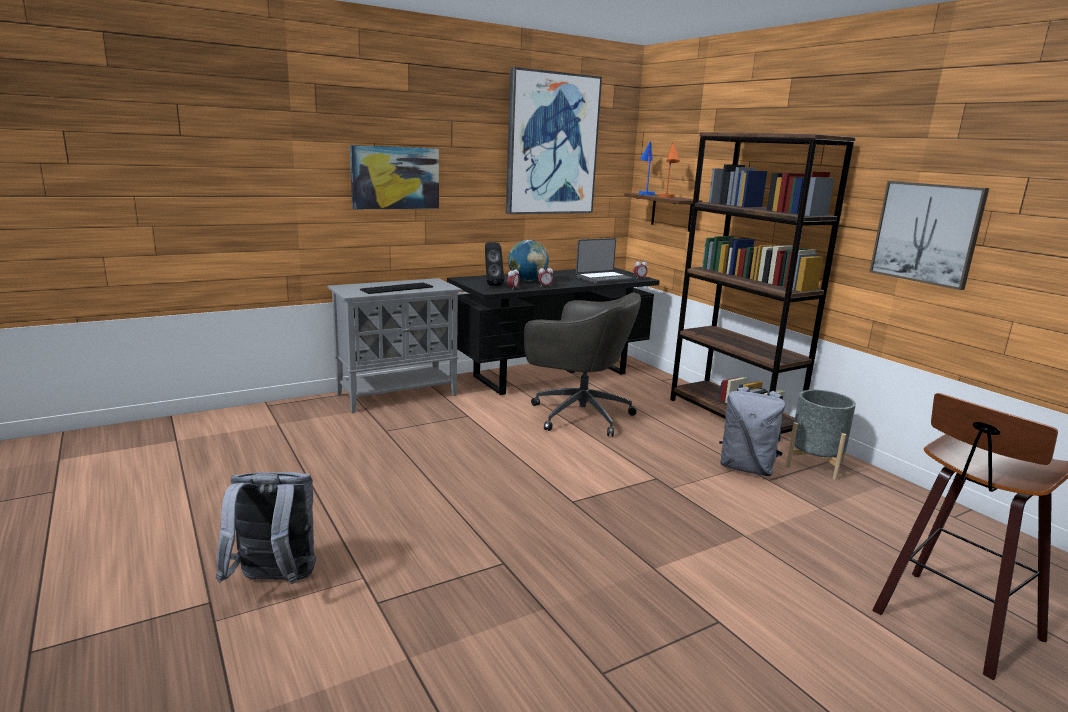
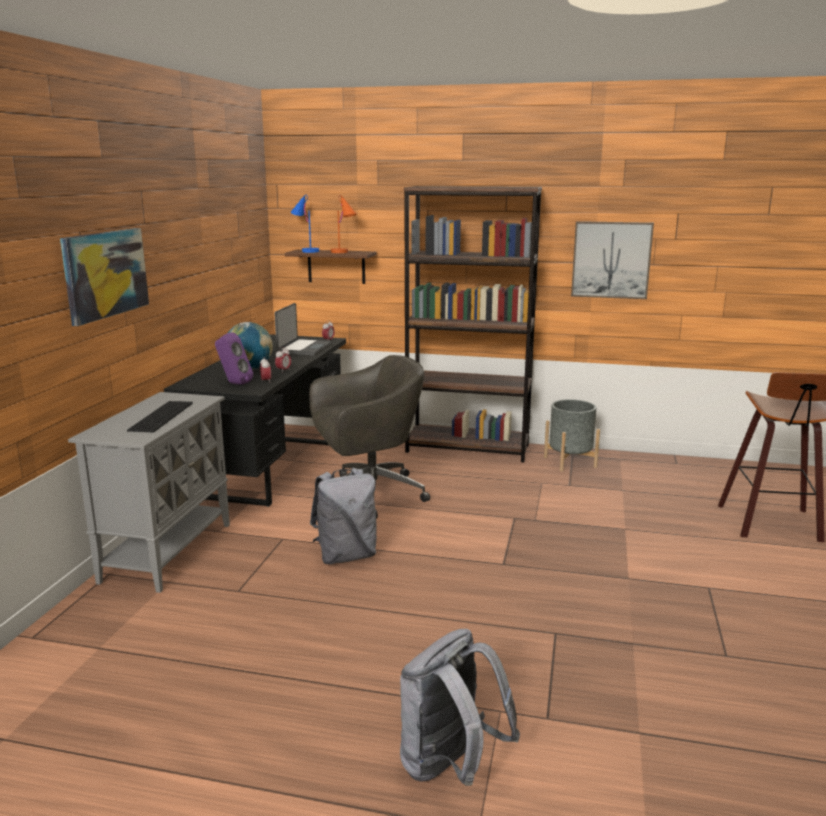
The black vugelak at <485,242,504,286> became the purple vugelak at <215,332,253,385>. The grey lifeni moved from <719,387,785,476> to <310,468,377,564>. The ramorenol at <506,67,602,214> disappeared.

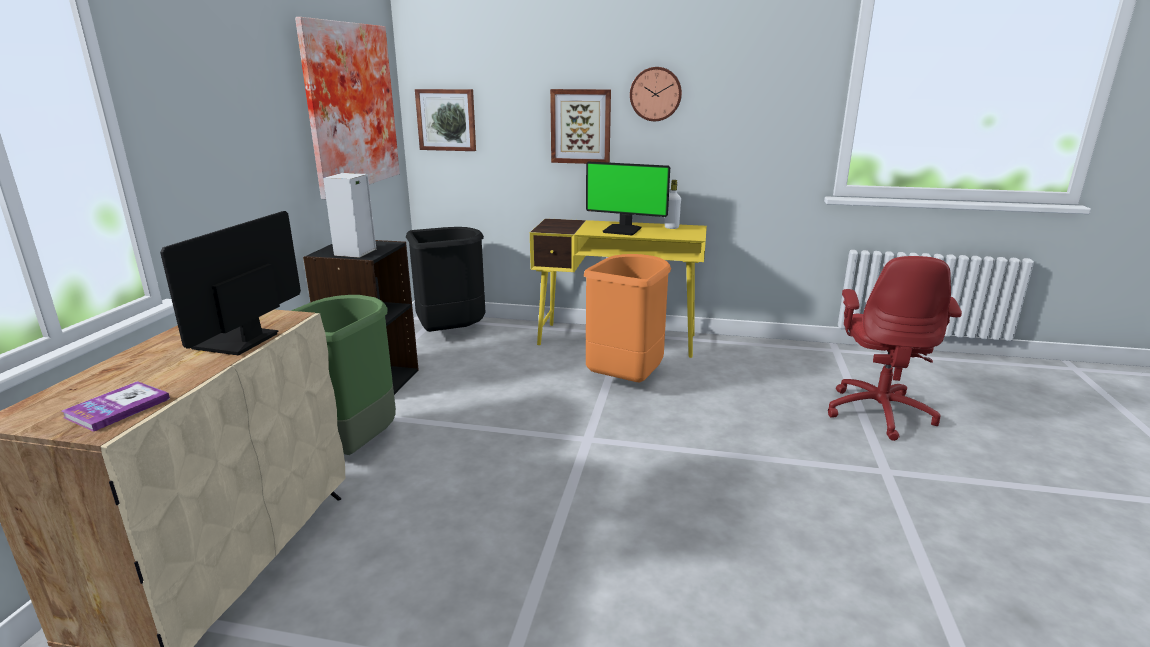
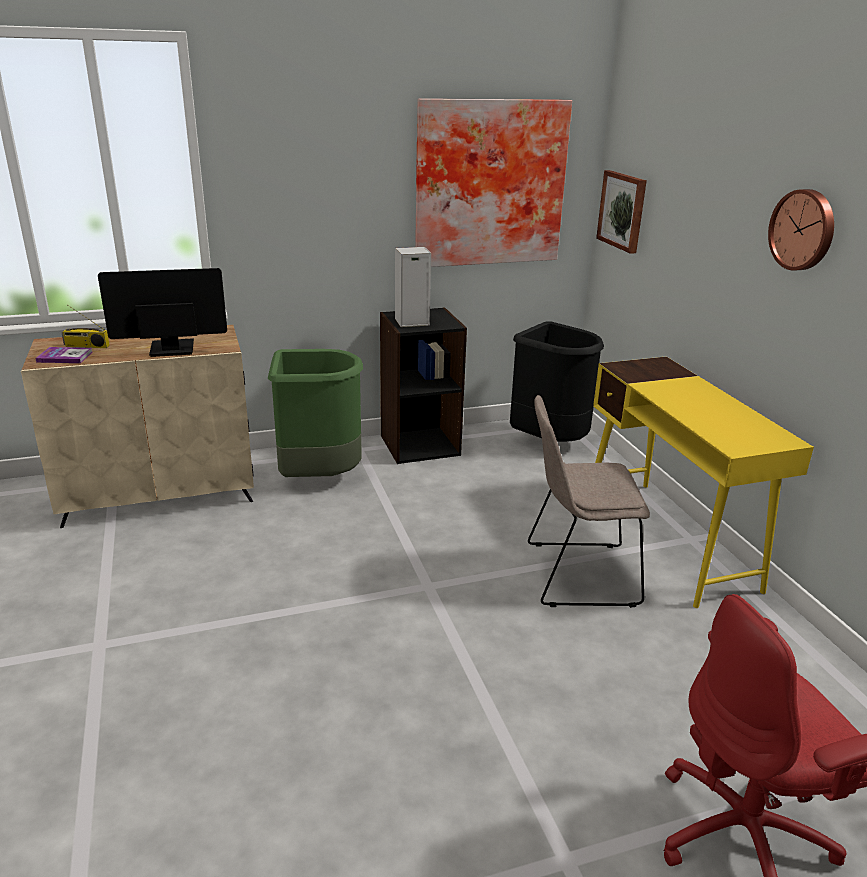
The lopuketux at <62,305,110,348> appeared. The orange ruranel at <584,254,671,383> was replaced by the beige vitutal at <528,395,650,608>. The ramorenol at <550,89,611,164> disappeared. The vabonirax at <586,162,670,236> disappeared. The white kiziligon at <665,180,681,229> disappeared.

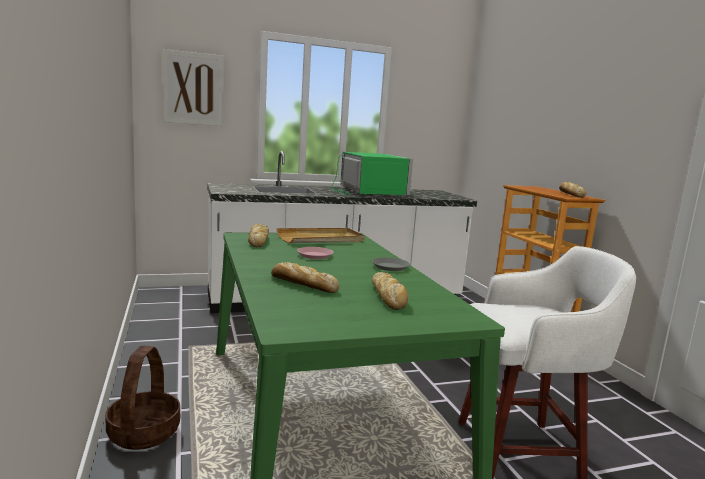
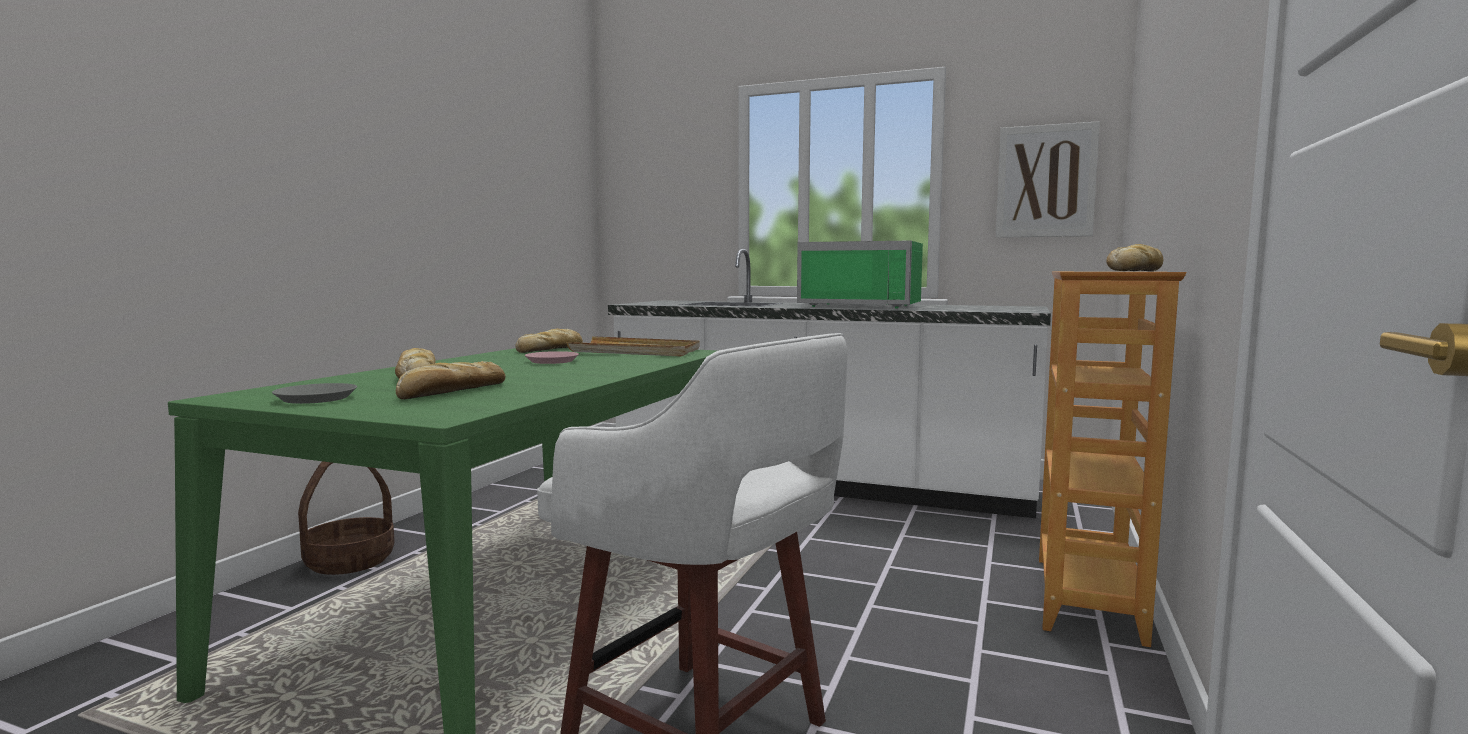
The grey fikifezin moved from <372,257,410,271> to <272,383,357,404>. The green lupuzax at <331,152,413,196> turned 90 degrees clockwise. The ramorenol moved from <163,49,224,126> to <996,121,1100,238>.

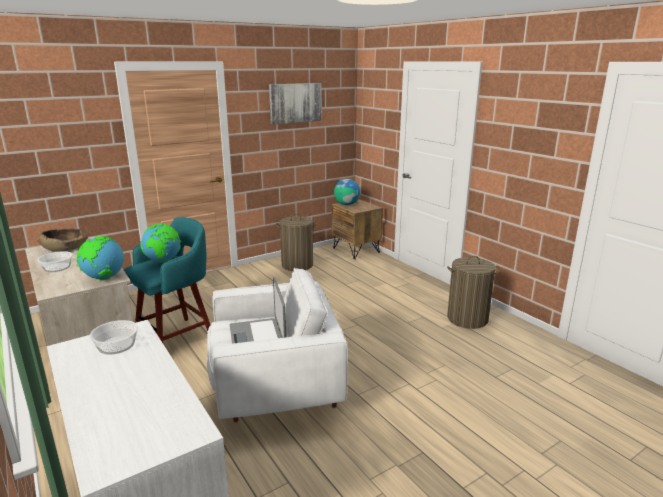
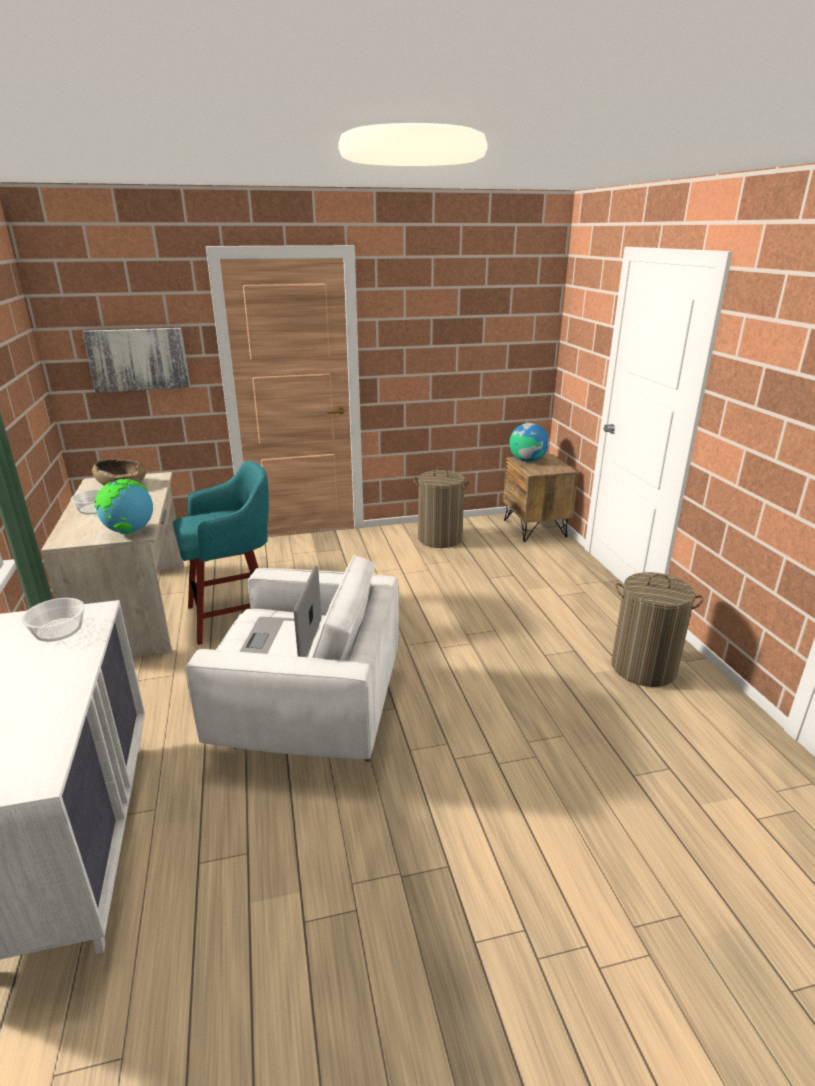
The ramorenol moved from <269,83,322,124> to <83,328,190,392>. The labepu at <140,224,181,263> disappeared.

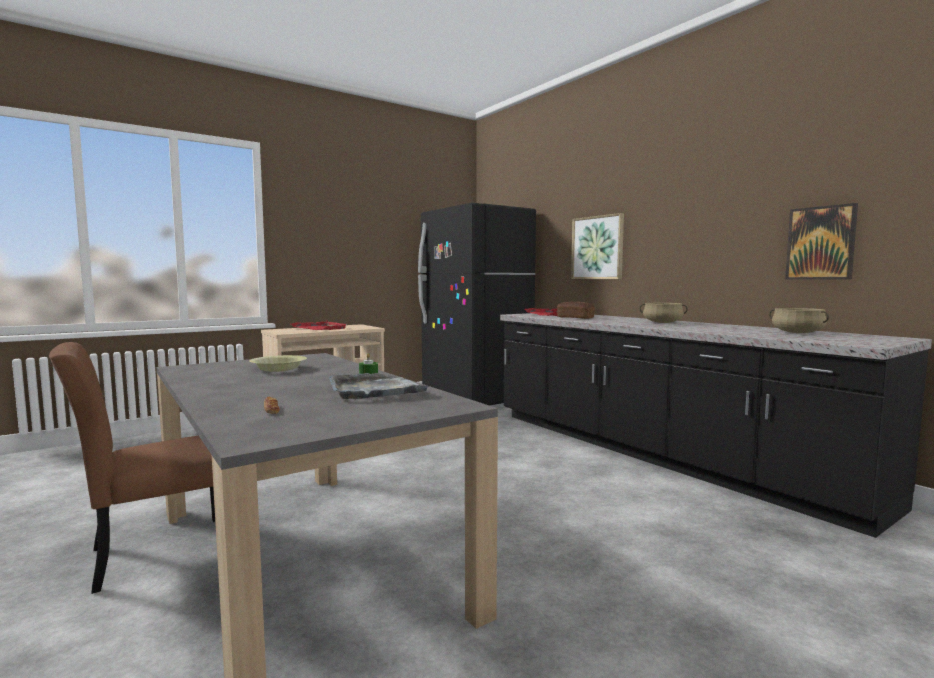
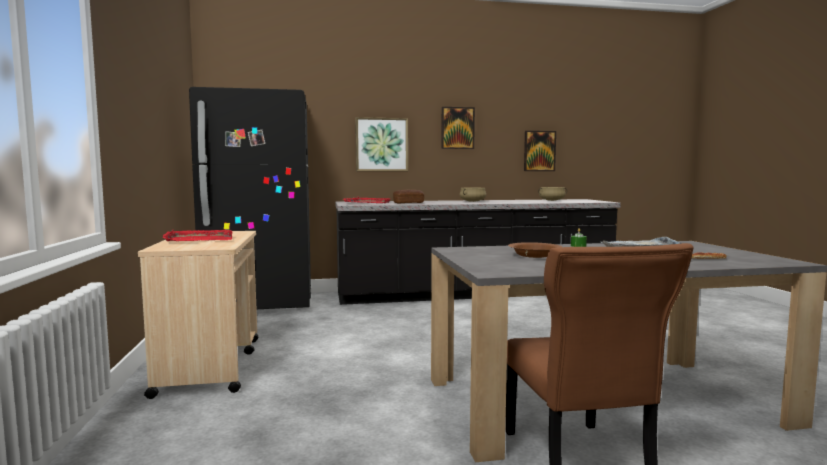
The ramorenol at <441,107,475,149> appeared. The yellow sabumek at <249,355,307,372> became the brown sabumek at <508,242,562,258>.

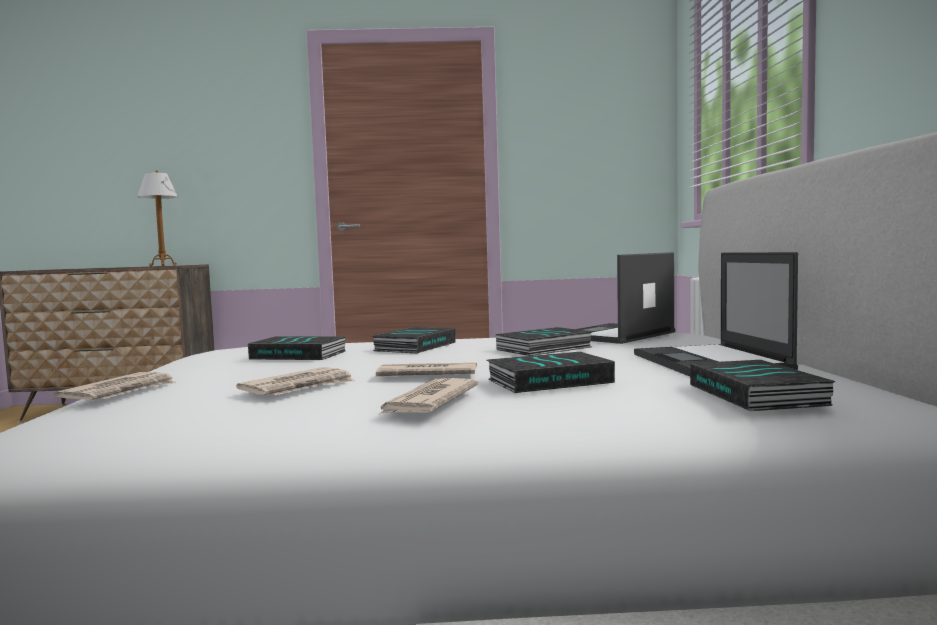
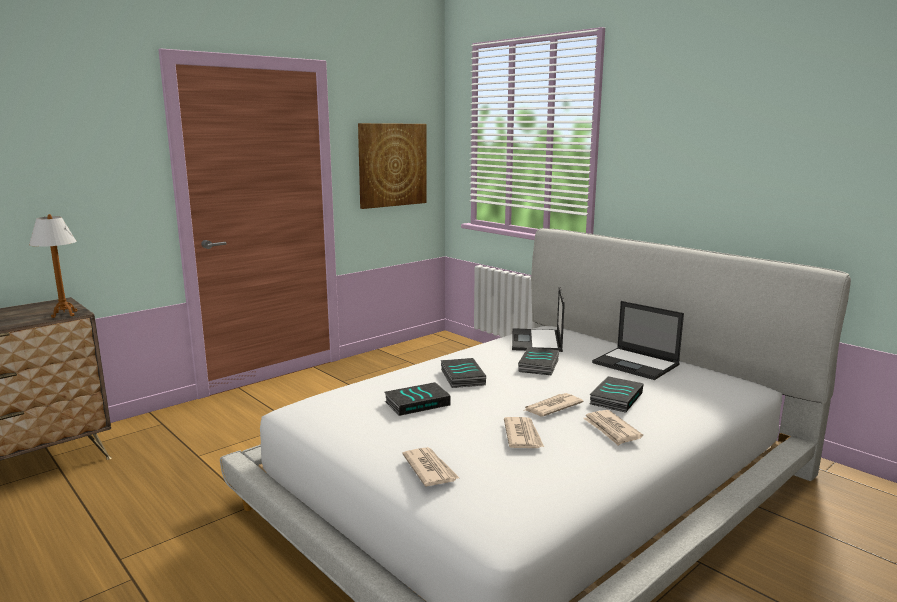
The ramorenol at <358,123,427,209> appeared. The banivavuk at <690,360,835,411> disappeared.

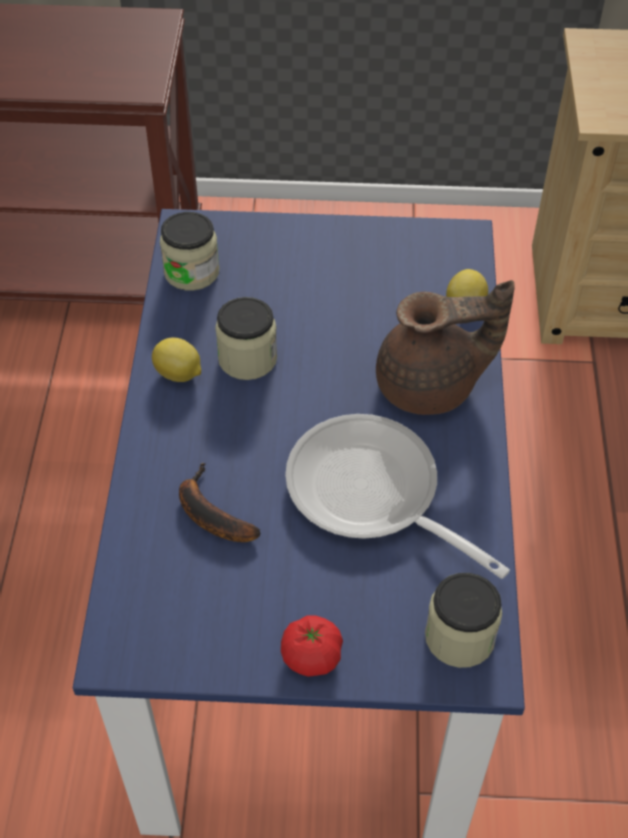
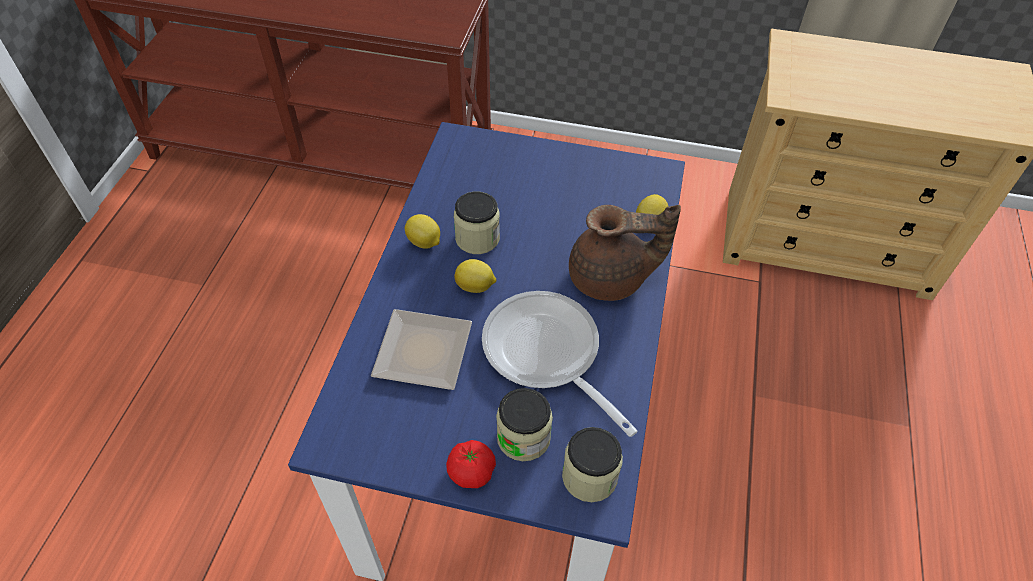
The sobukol at <179,463,260,542> was replaced by the fikifezin at <371,309,472,390>. The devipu at <454,259,497,293> appeared. The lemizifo moved from <160,212,219,291> to <496,388,553,461>.

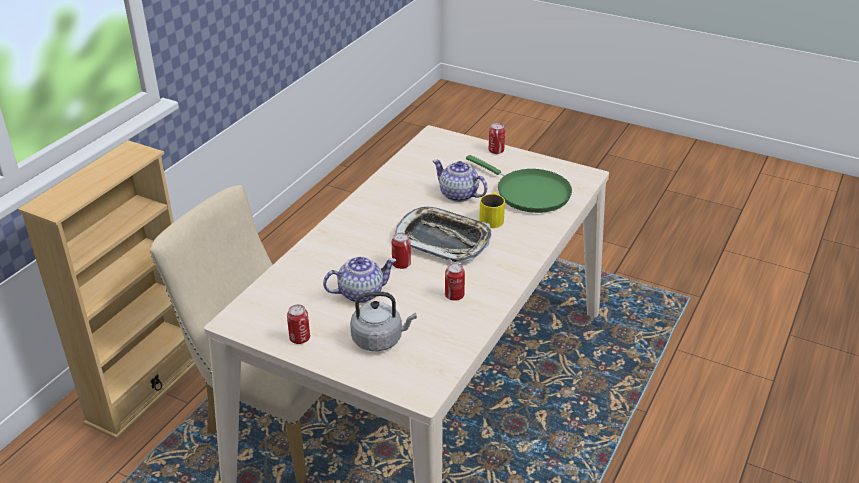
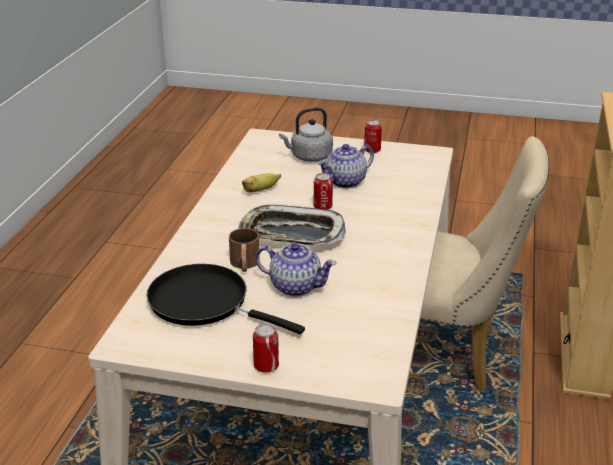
The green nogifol at <466,155,572,213> became the black nogifol at <146,264,305,334>. The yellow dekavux at <479,192,505,228> became the brown dekavux at <229,228,260,272>. The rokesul at <445,263,465,301> was replaced by the sobukol at <242,173,281,192>.

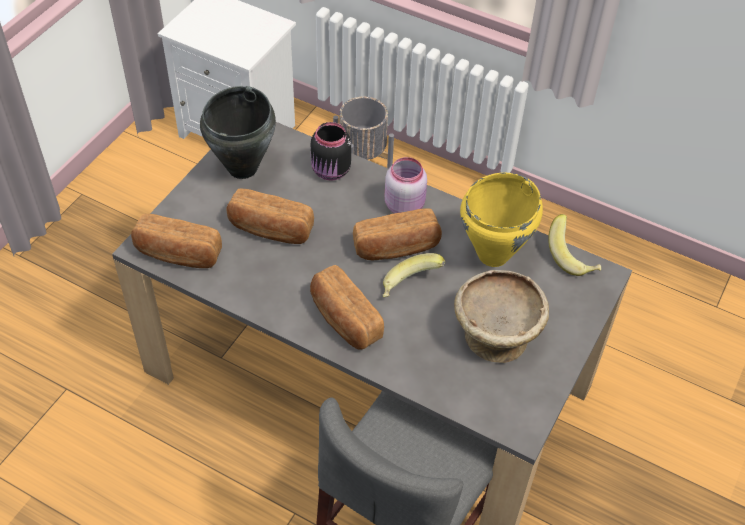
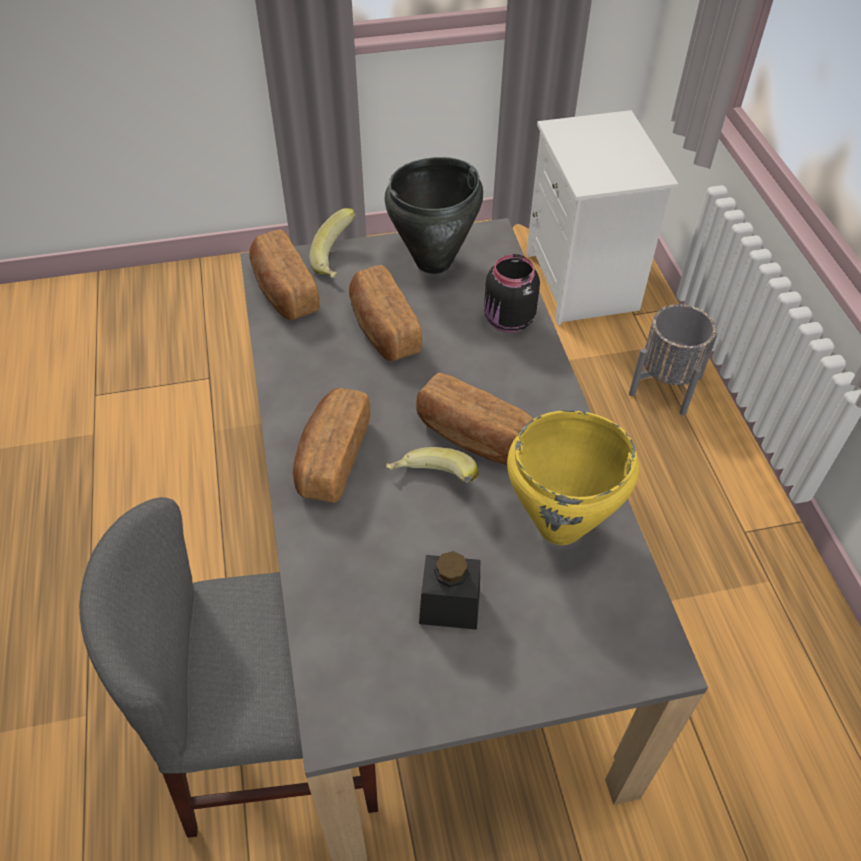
The sobukol moved from <548,214,601,276> to <309,208,356,278>. The beige sabumek at <454,270,549,363> was replaced by the black lemizifo at <419,551,480,630>. The pink lemizifo at <385,157,427,213> disappeared.

